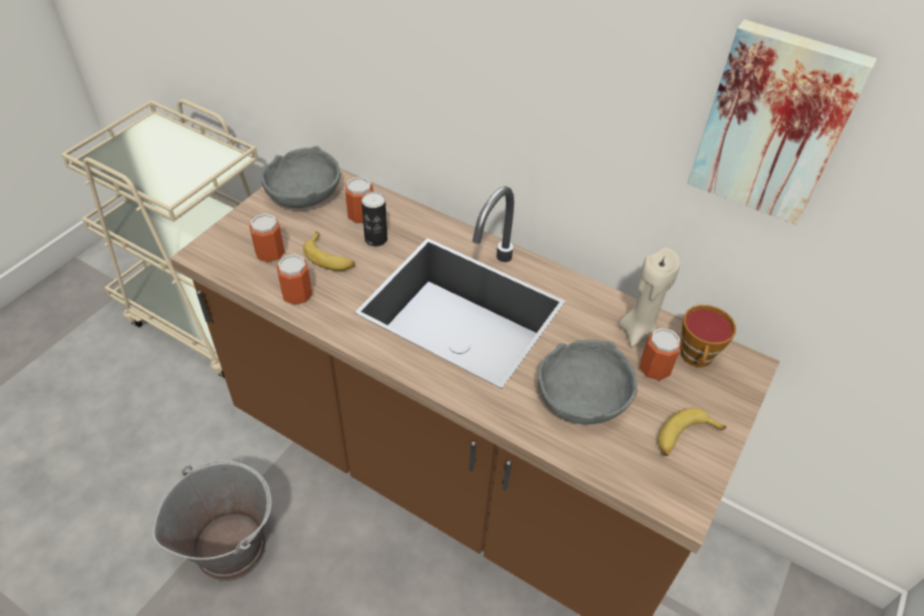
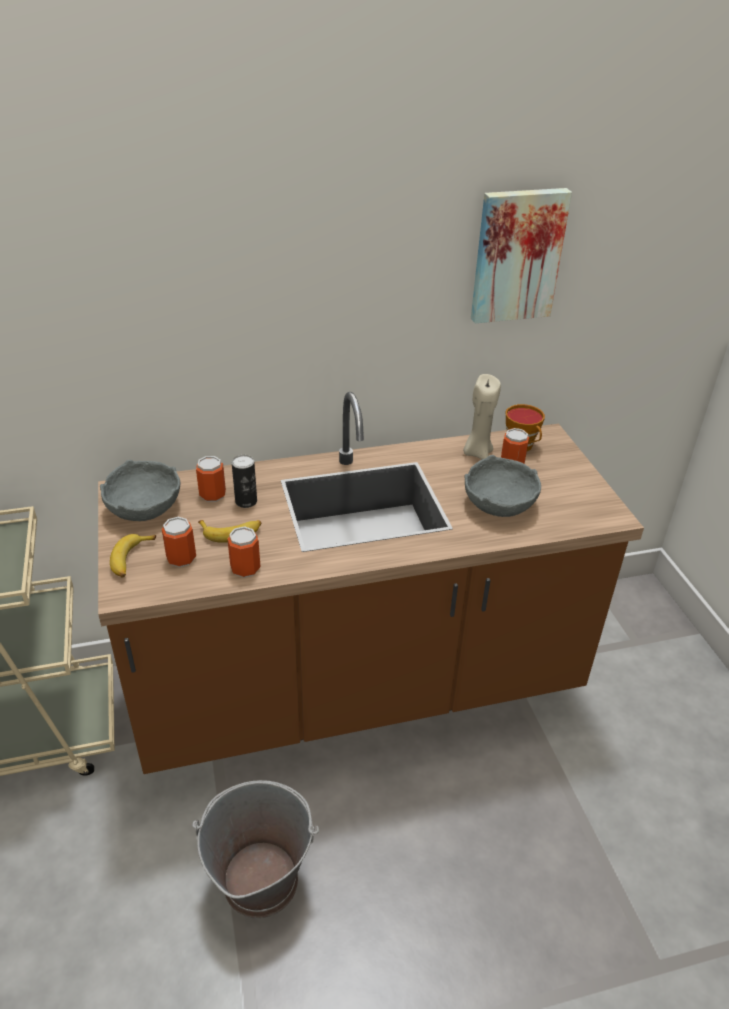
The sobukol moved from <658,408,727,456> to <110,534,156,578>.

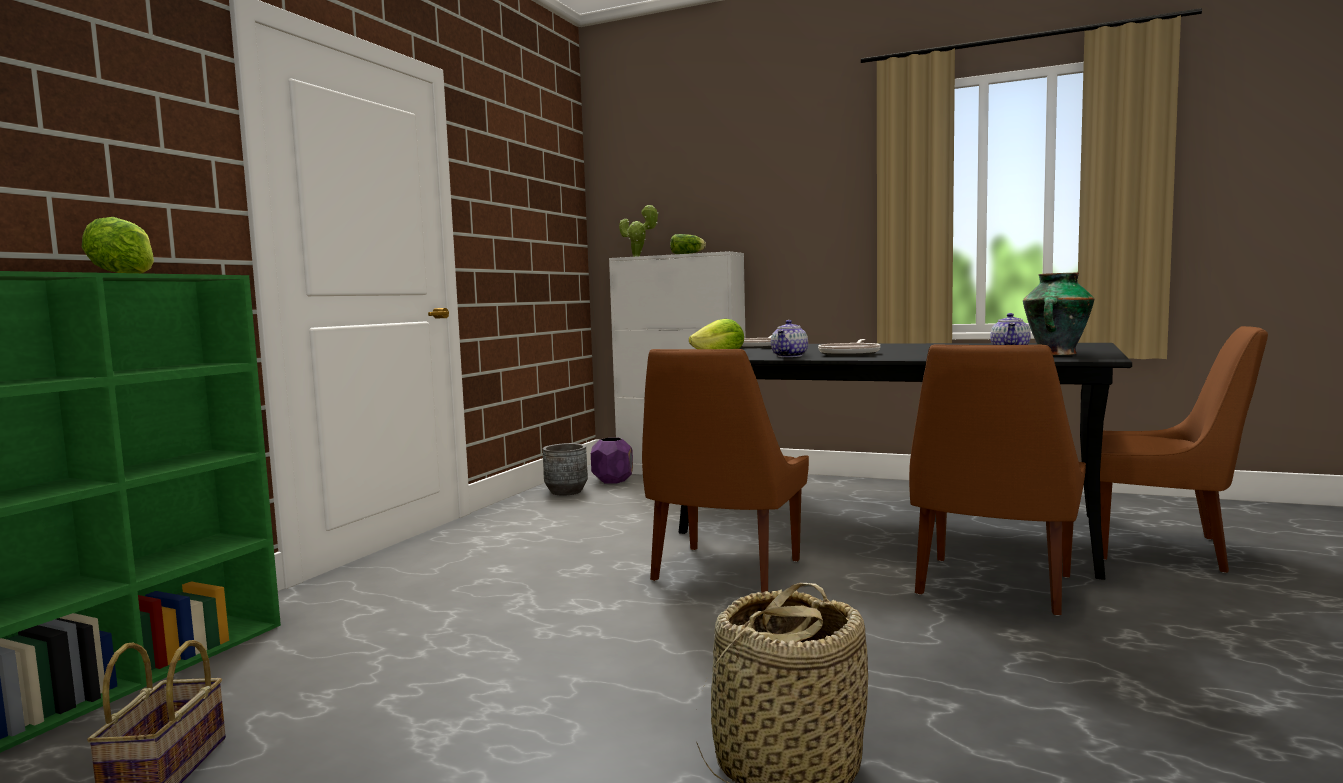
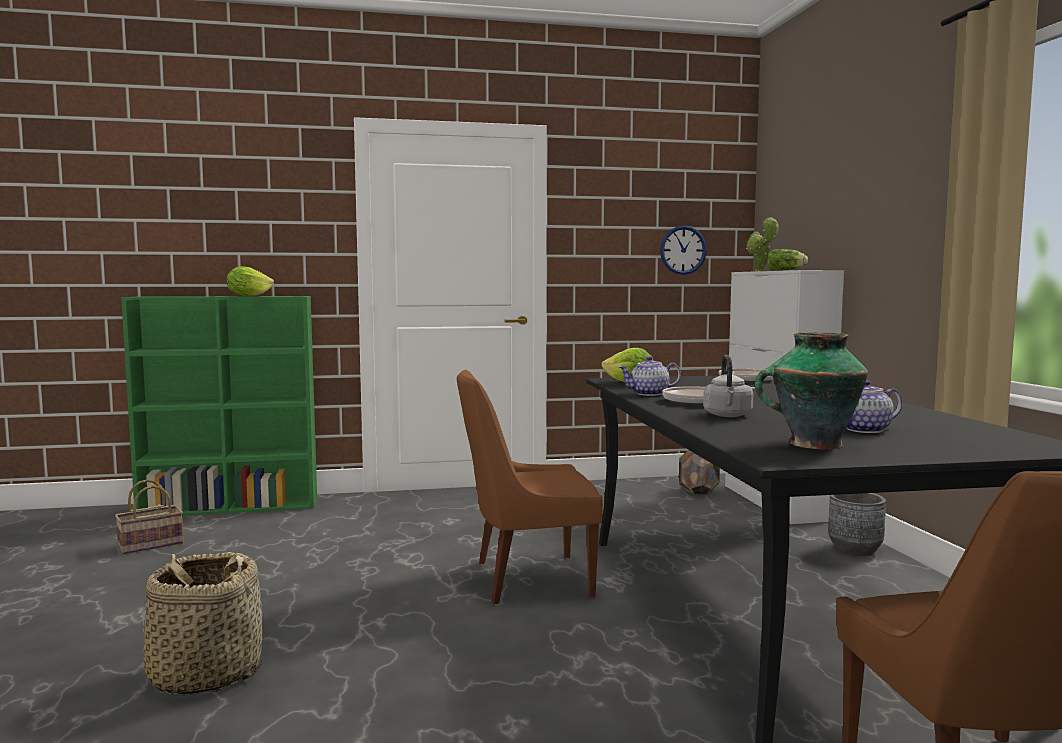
The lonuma at <660,225,707,275> appeared. The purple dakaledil at <591,438,633,484> became the brown dakaledil at <679,450,720,494>. The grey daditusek at <703,355,753,417> appeared. The grey dakaledil moved from <543,443,588,496> to <828,493,886,556>. The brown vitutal at <909,344,1086,616> disappeared.

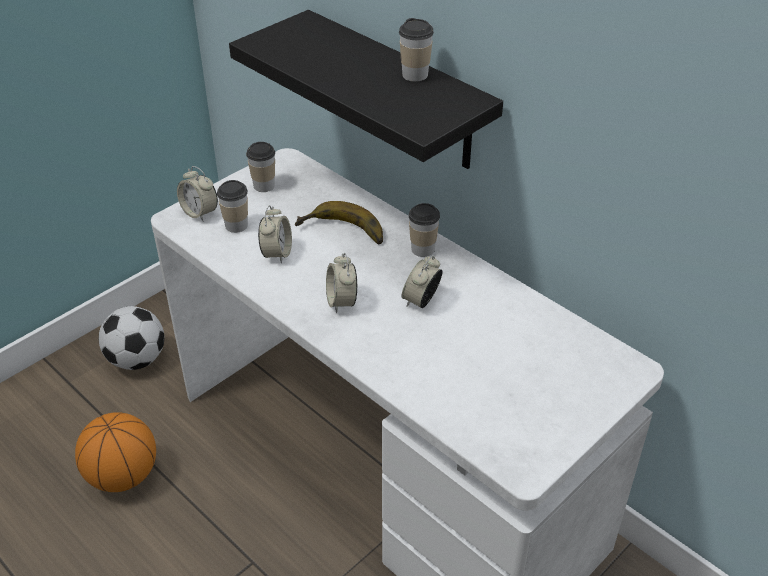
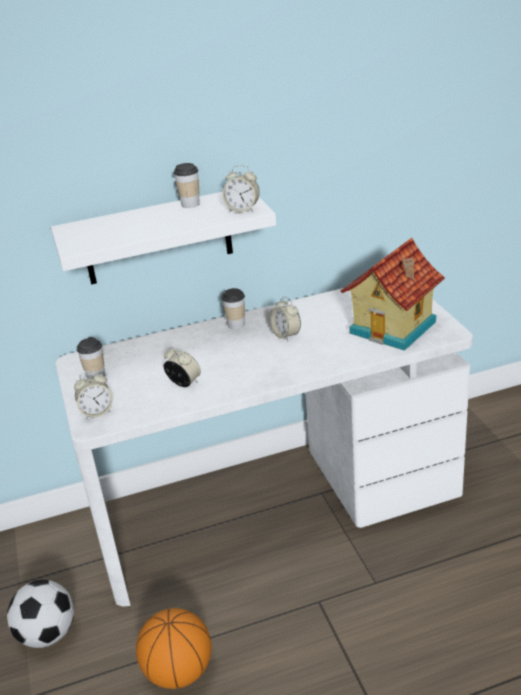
The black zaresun at <229,10,503,169> became the white zaresun at <51,192,276,284>. The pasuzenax moved from <326,253,357,313> to <222,165,260,212>. The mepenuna at <341,238,445,351> appeared. The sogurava at <217,180,248,233> disappeared. The sobukol at <295,201,383,244> disappeared.

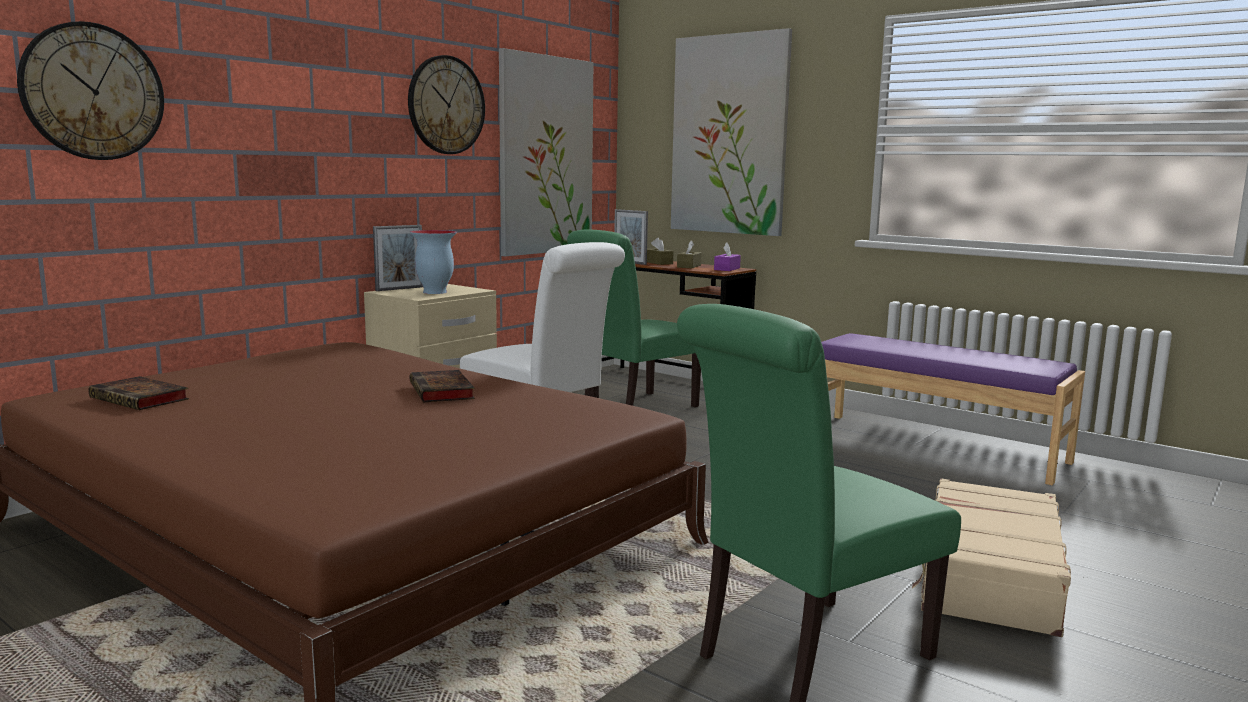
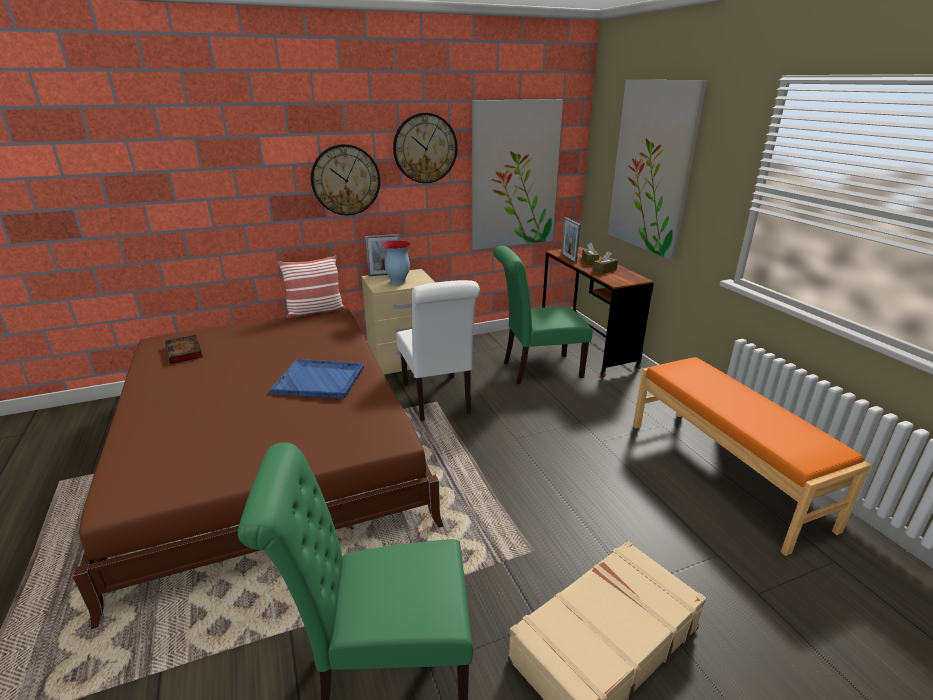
The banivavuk at <410,370,475,403> was replaced by the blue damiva at <270,359,364,398>. The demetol at <278,255,345,318> appeared. The lonuma moved from <17,21,164,160> to <311,144,380,215>. The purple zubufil at <821,333,1085,485> became the orange zubufil at <633,357,871,556>. The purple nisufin at <714,243,741,271> disappeared.

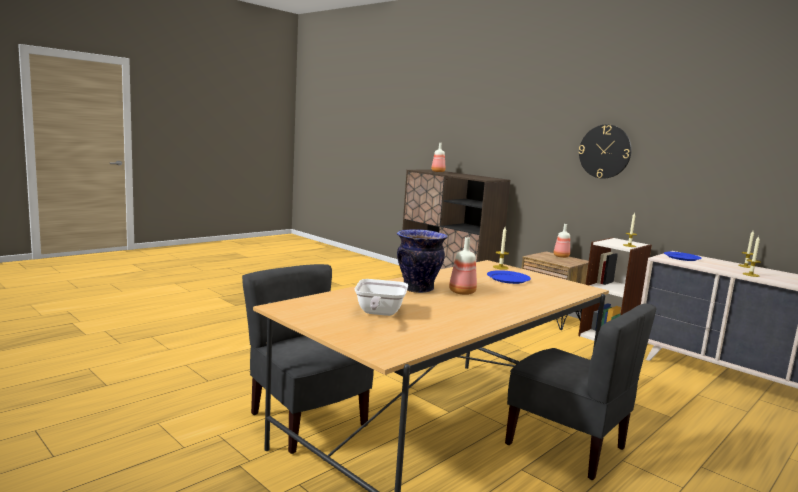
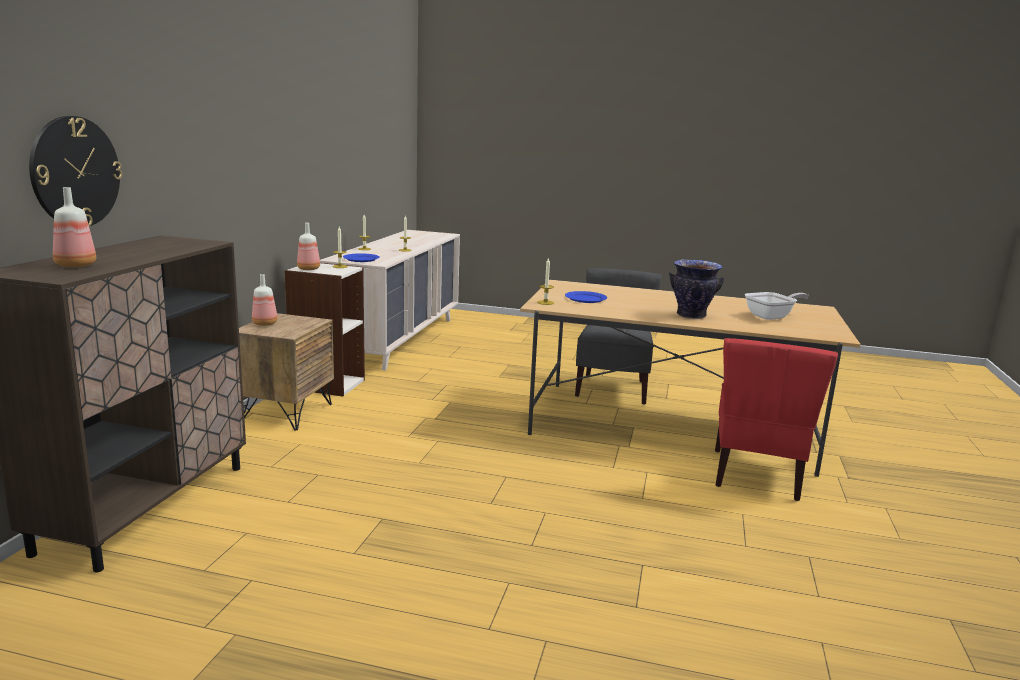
The lonuma moved from <579,125,632,179> to <29,116,122,226>. The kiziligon moved from <449,237,477,295> to <297,223,320,270>. The grey vitutal at <242,264,374,454> became the red vitutal at <715,338,838,501>.

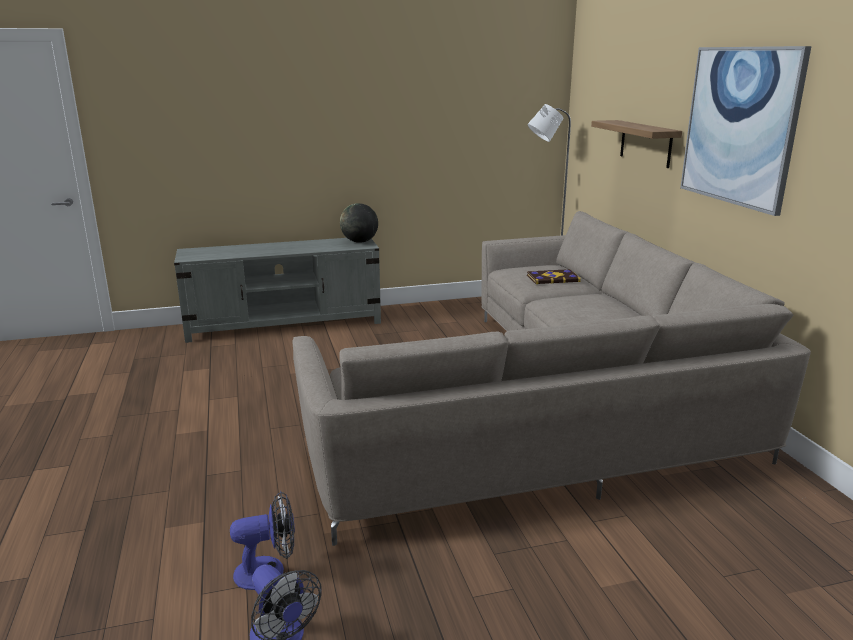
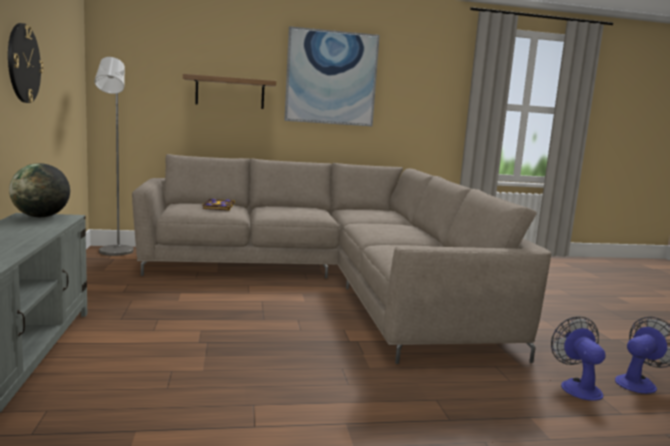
The lonuma at <8,23,44,103> appeared.

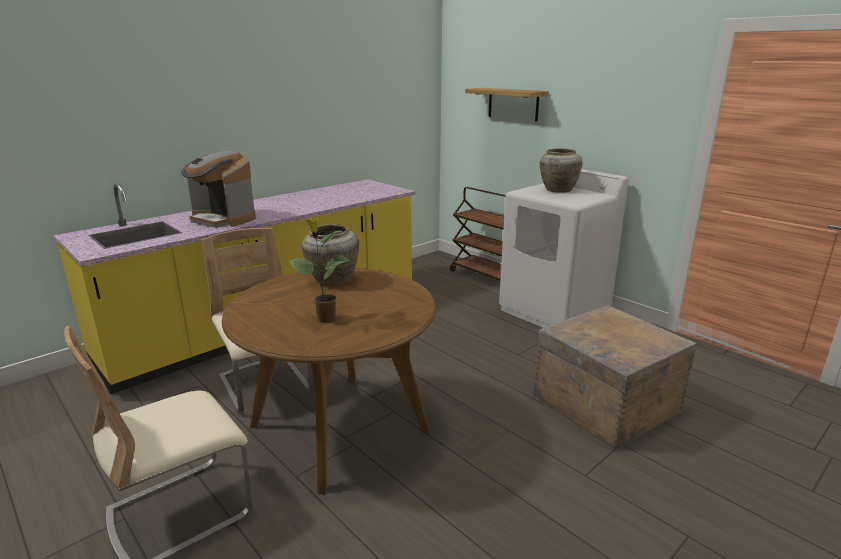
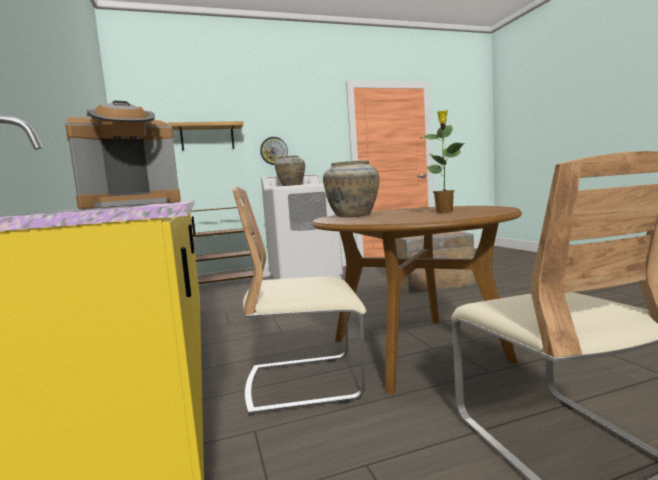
The lonuma at <260,137,288,165> appeared.

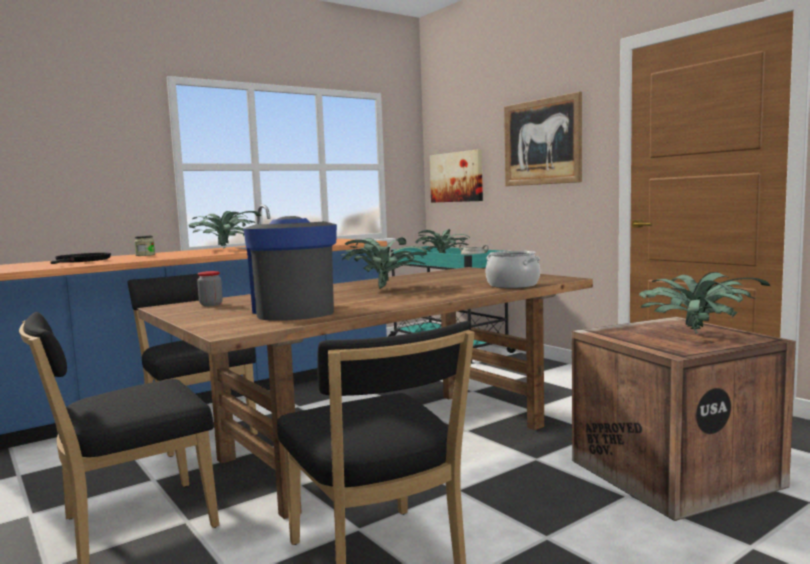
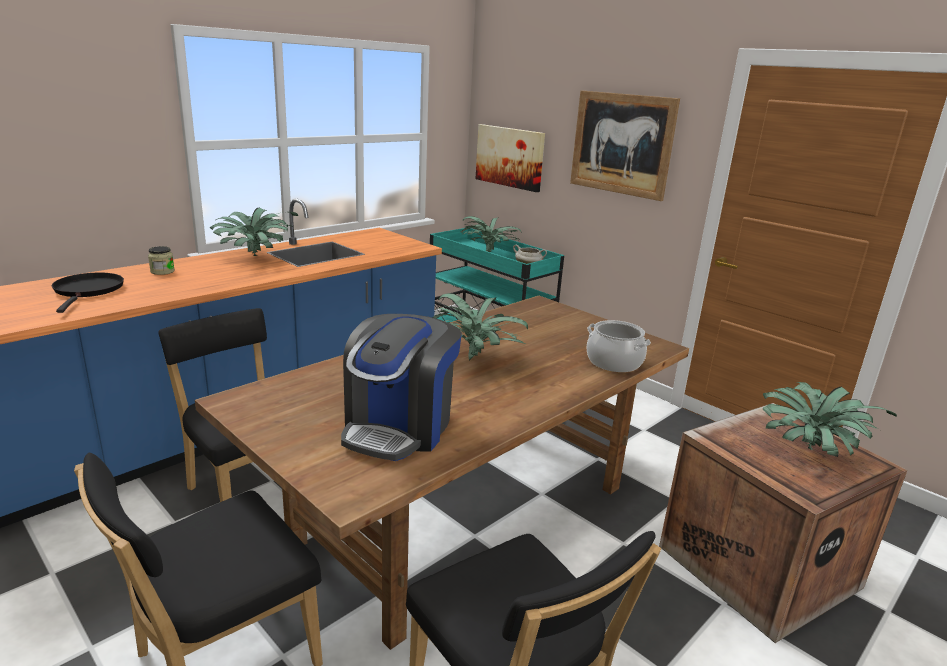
The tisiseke at <243,216,337,321> turned 135 degrees counterclockwise. The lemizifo at <197,271,223,306> disappeared.

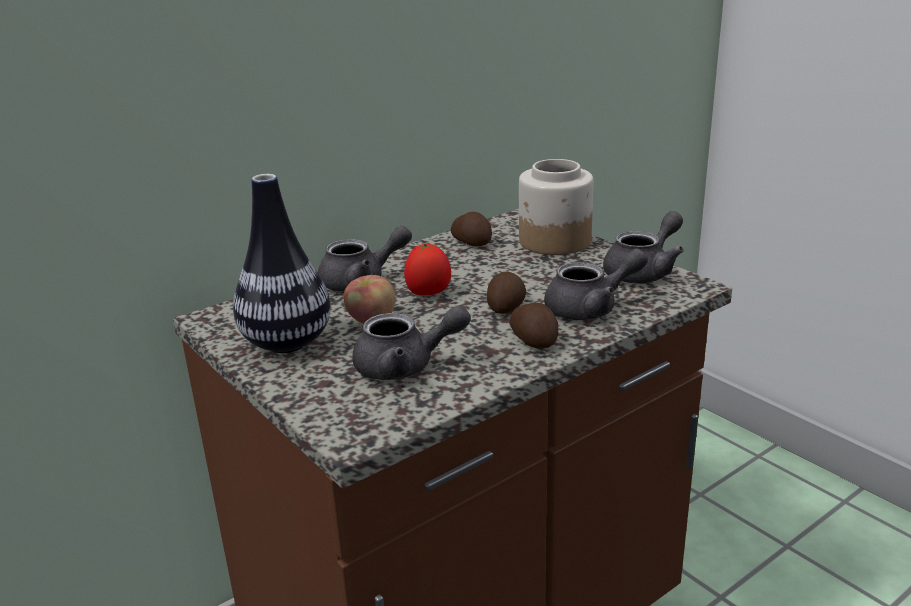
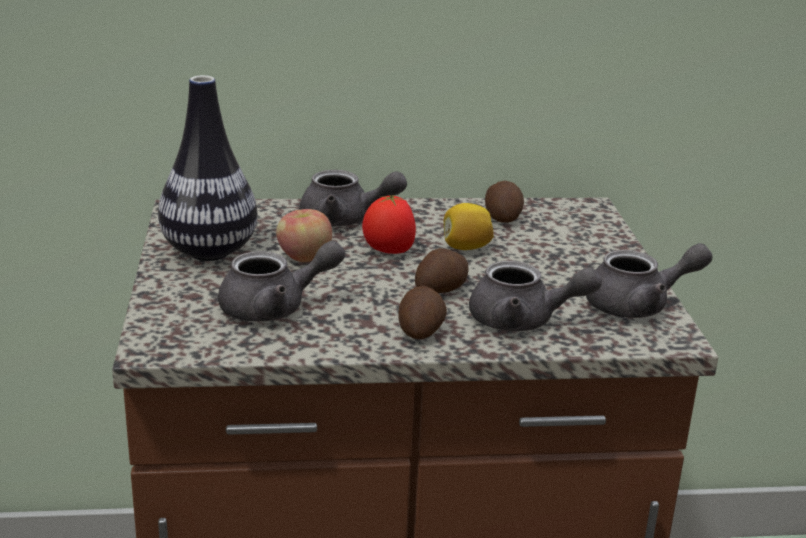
The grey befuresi at <352,305,471,380> turned 45 degrees counterclockwise. The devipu at <444,203,494,250> appeared. The lemizifo at <519,159,594,255> disappeared.

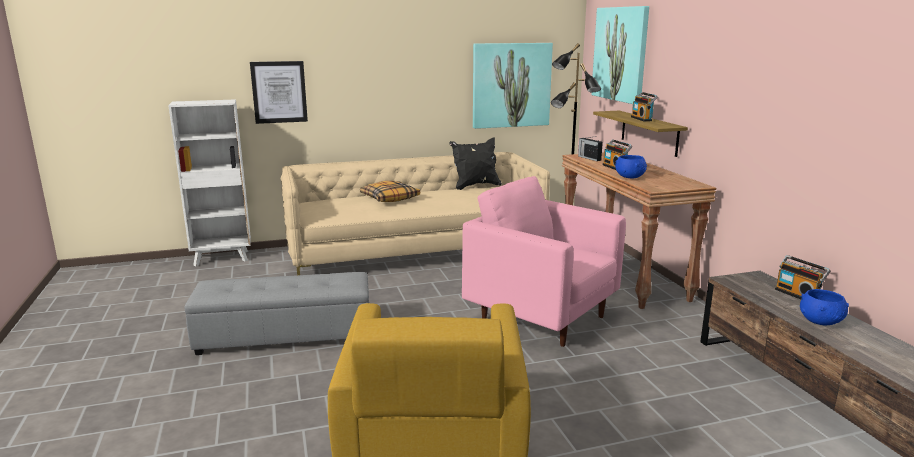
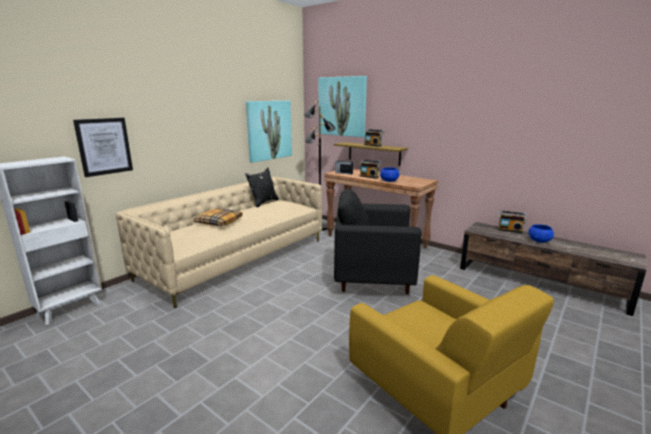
The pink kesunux at <462,176,626,347> became the black kesunux at <334,188,422,294>. The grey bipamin at <184,272,369,355> disappeared.

